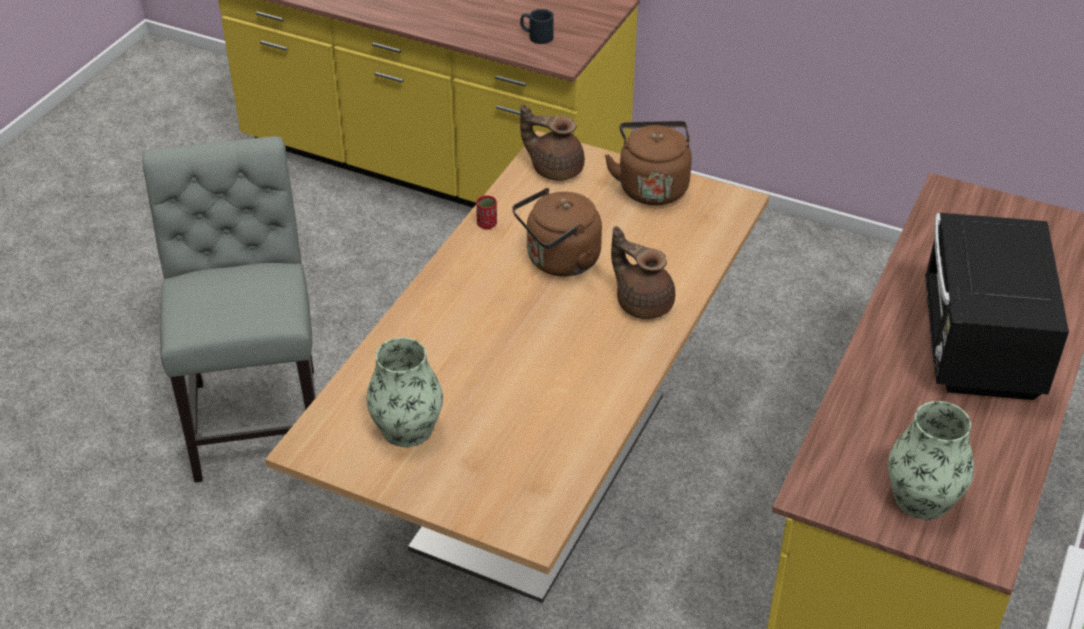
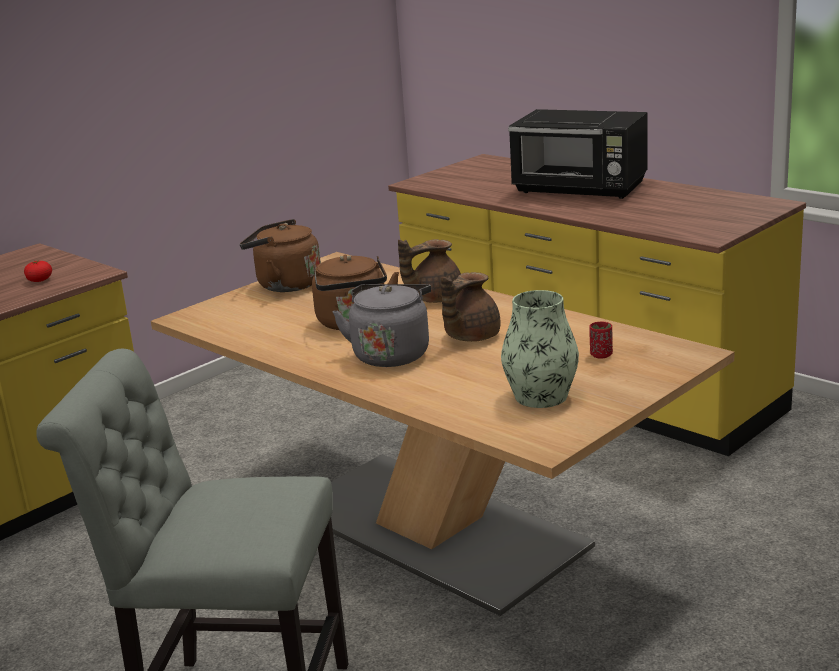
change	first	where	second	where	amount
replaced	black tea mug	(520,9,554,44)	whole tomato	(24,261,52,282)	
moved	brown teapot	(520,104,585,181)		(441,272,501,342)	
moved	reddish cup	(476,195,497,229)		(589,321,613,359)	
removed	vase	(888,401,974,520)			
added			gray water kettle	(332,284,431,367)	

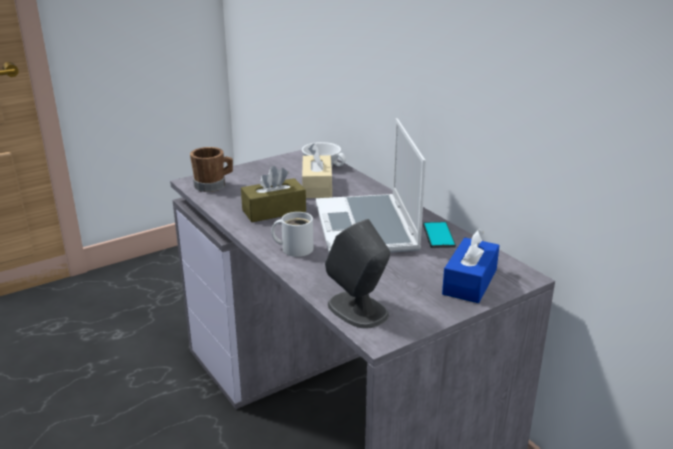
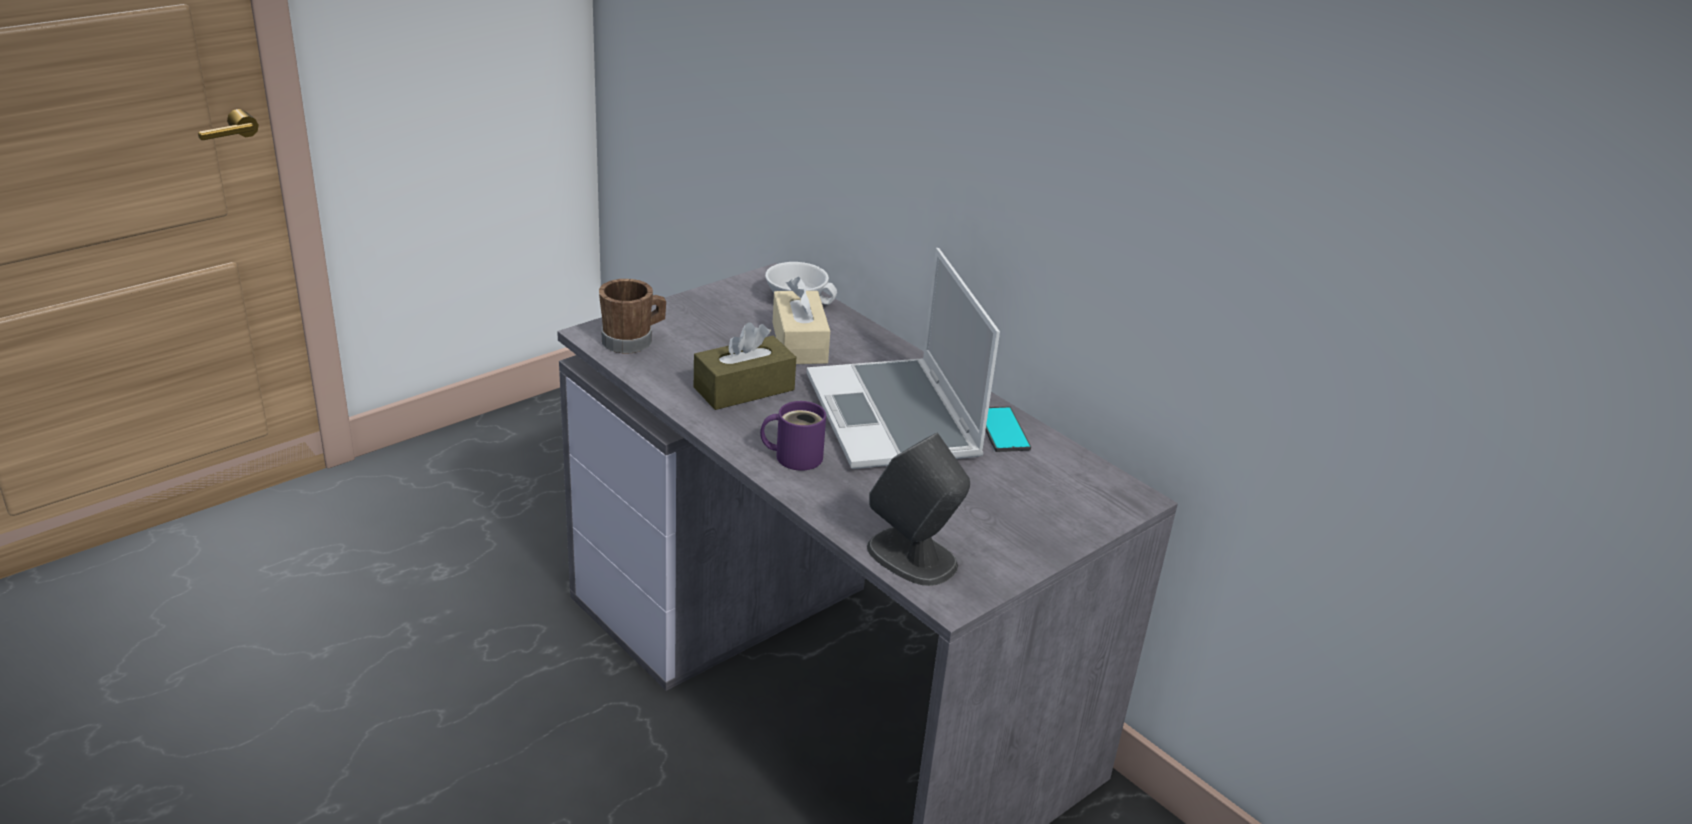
change	first	where	second	where	amount
recoloured	white tea mug	(271,212,313,257)	purplish tea mug	(760,401,826,471)	
removed	bluish tissue box	(442,229,500,303)			

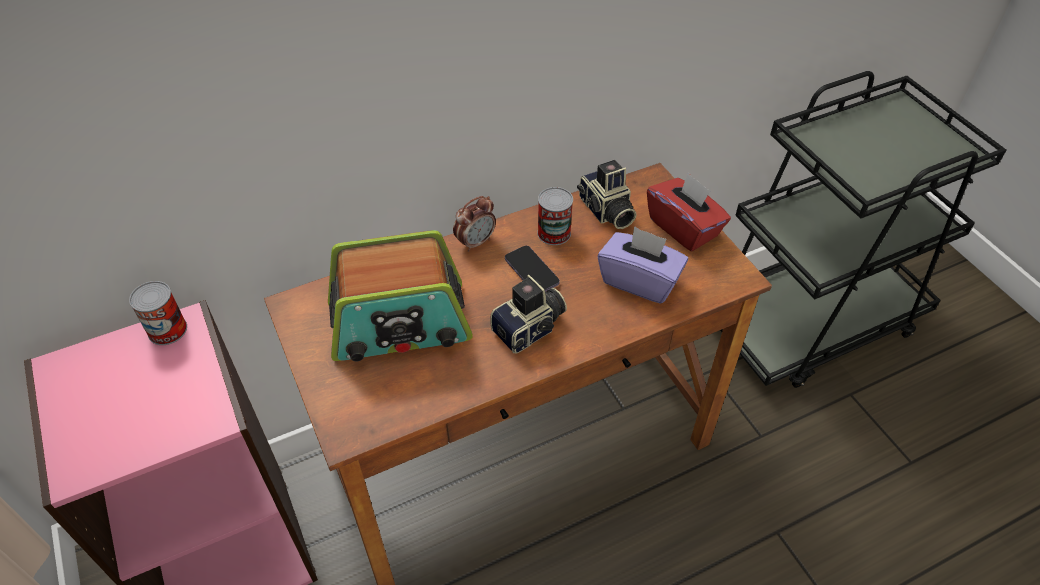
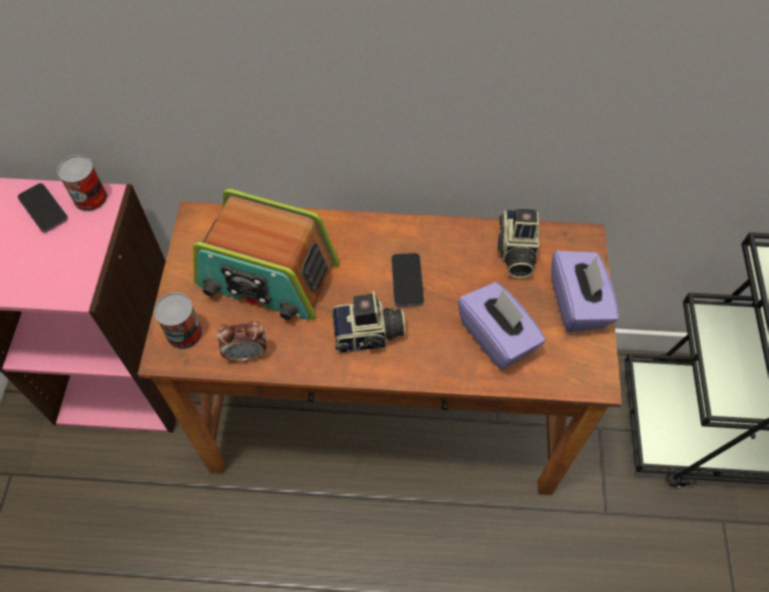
change	first	where	second	where	amount
recoloured	reddish tissue box	(647,172,731,251)	purplish tissue box	(551,251,619,332)	
moved	metal can	(537,187,573,245)		(154,293,203,350)	
moved	table clock	(453,196,496,252)		(216,321,266,362)	
added			phone	(18,183,68,233)	

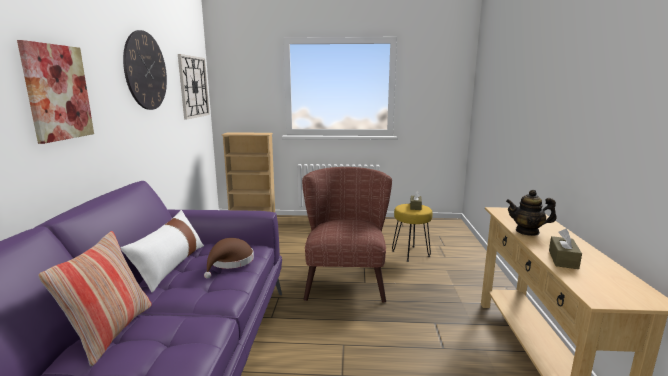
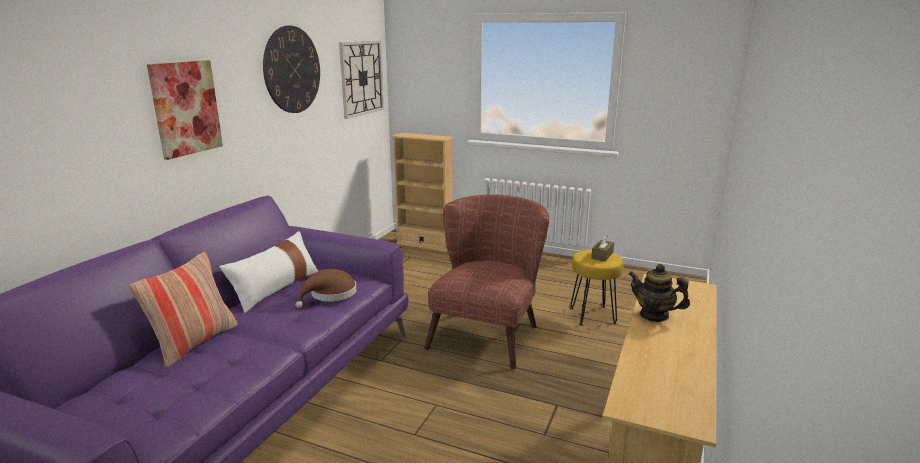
change	first	where	second	where	amount
removed	brown tissue box	(549,229,582,269)			

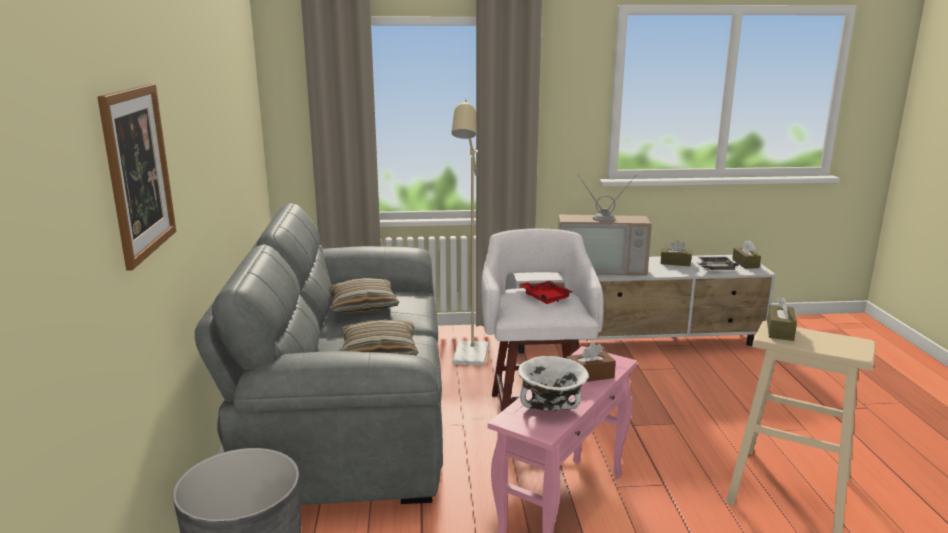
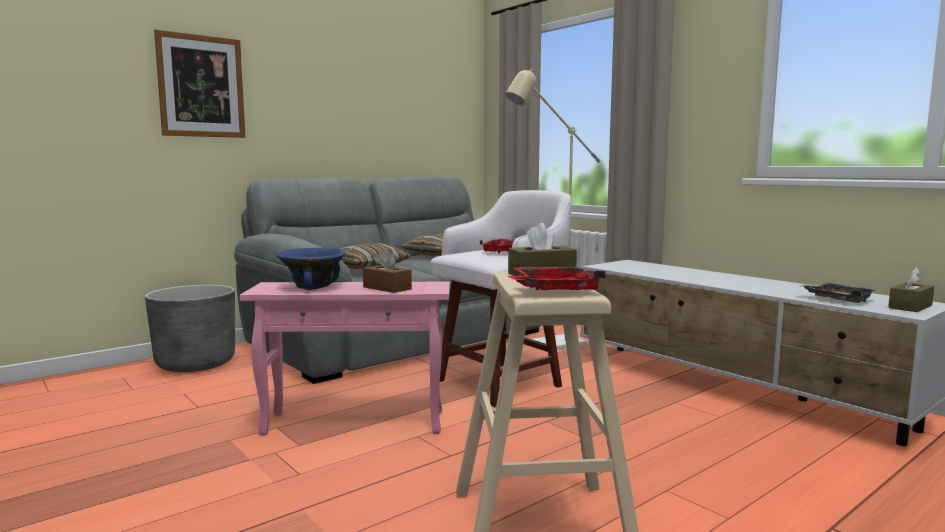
change	first	where	second	where	amount
removed	TV	(558,174,652,276)			
removed	brown tissue box	(661,240,692,266)			
recoloured	white bowl	(518,356,589,411)	bluish bowl	(277,248,346,290)	
added			reddish serving tray	(508,267,605,290)	

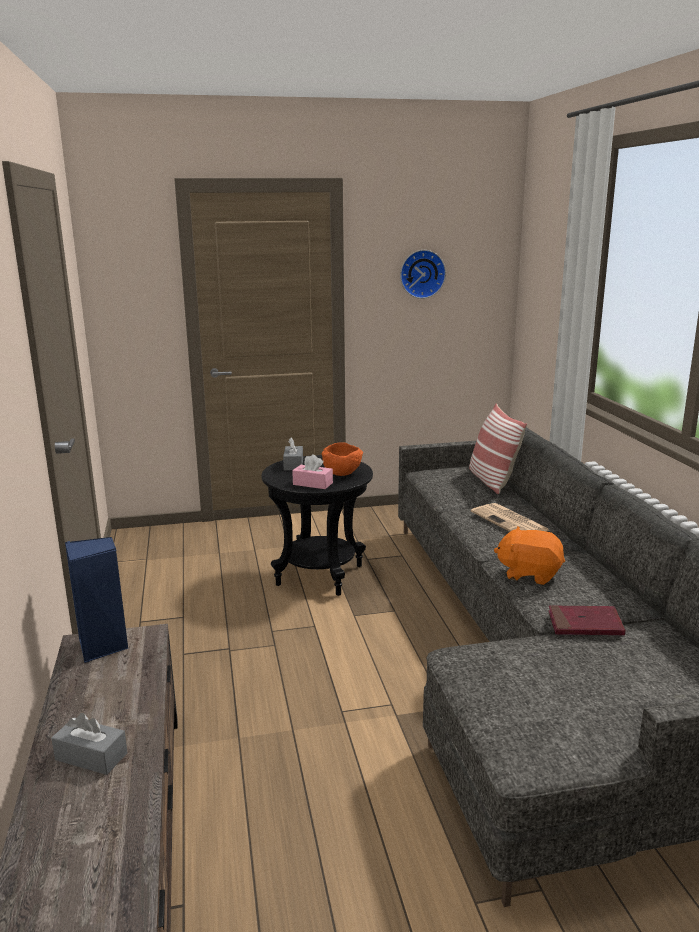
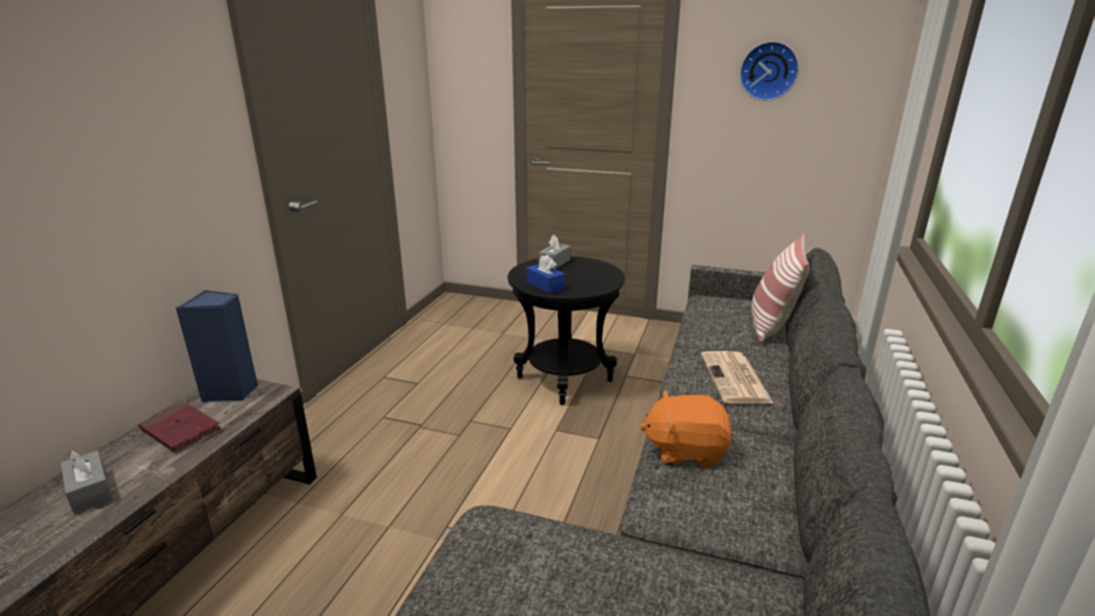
change	first	where	second	where	amount
removed	orange-coloured bowl	(321,443,363,476)			
recoloured	pink tissue box	(292,454,333,489)	bluish tissue box	(527,255,565,293)	
turned	orange-coloured soft toy	(494,526,565,585)		(640,390,732,468)	45 degrees counterclockwise
moved	reddish volume	(548,605,625,636)		(138,402,221,452)	

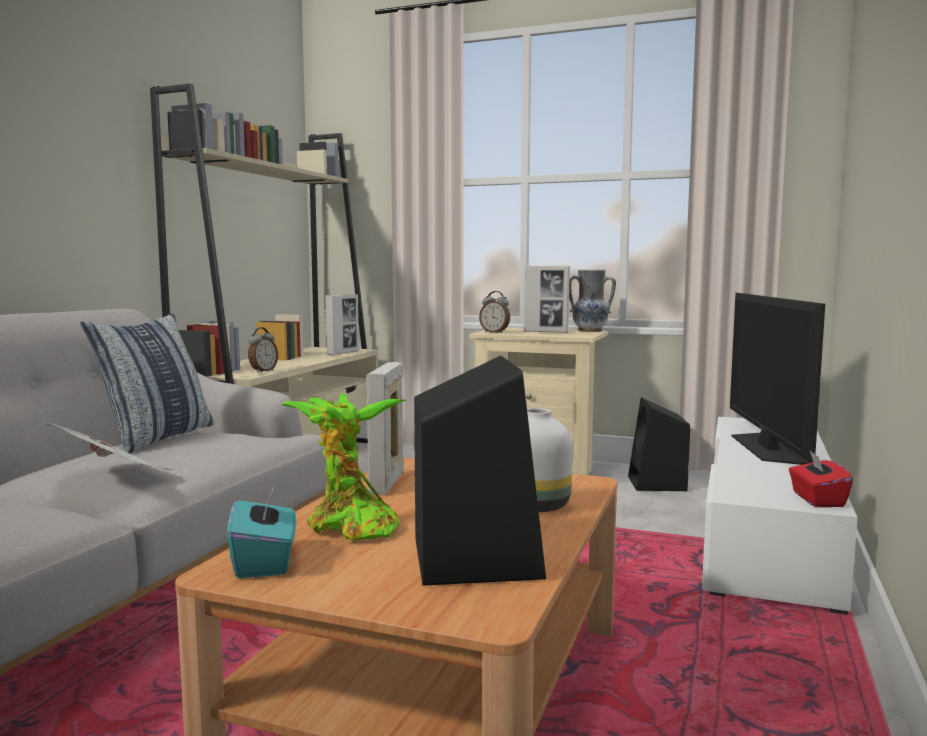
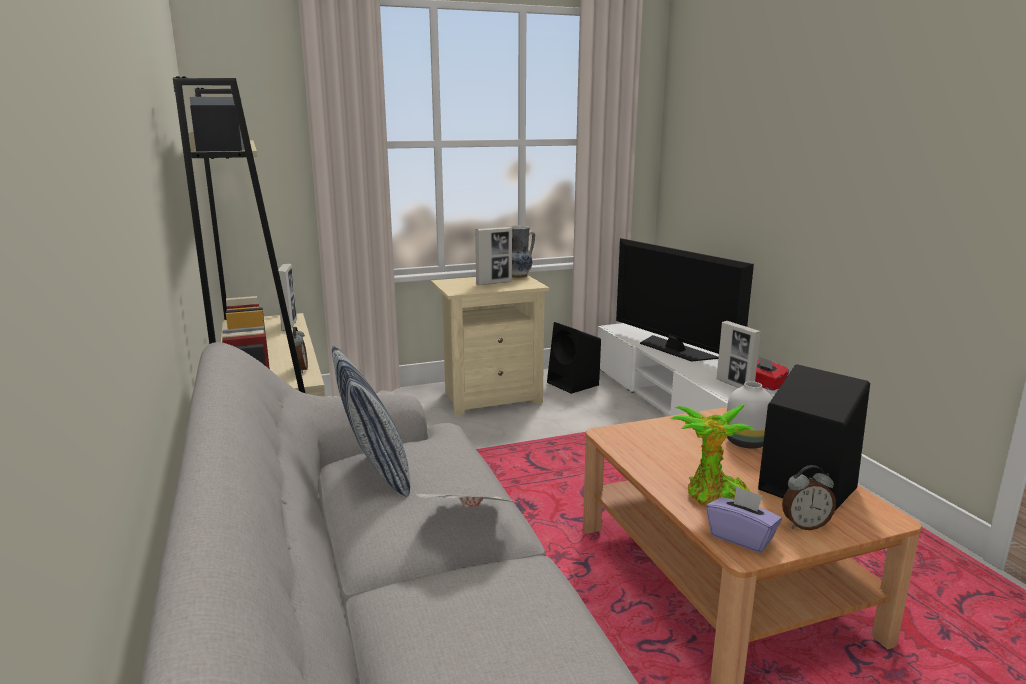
change	first	where	second	where	amount
moved	table clock	(479,291,510,333)		(782,465,836,530)	
moved	photo frame	(366,362,404,495)		(717,321,761,388)	
recoloured	blue-green tissue box	(227,485,296,578)	purplish tissue box	(706,486,782,553)	

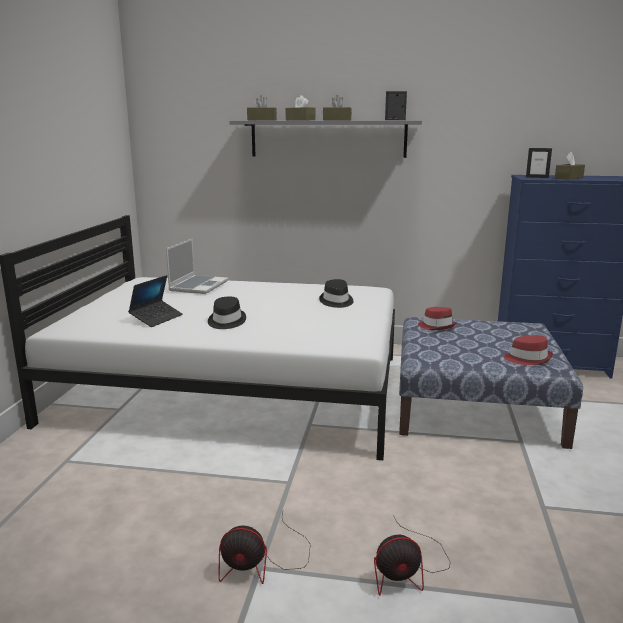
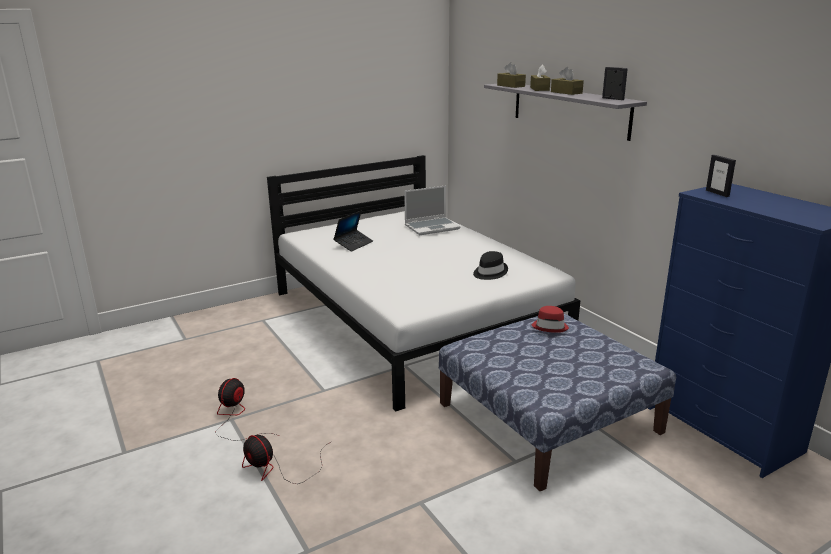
change	first	where	second	where	amount
removed	brown tissue box	(555,152,585,180)			
turned	laptop	(128,275,183,327)		(333,210,373,252)	45 degrees counterclockwise
removed	black hat	(208,297,246,329)			
removed	reddish hat	(503,335,553,365)			
turned	cooling fan	(218,512,311,584)		(215,378,280,441)	60 degrees clockwise

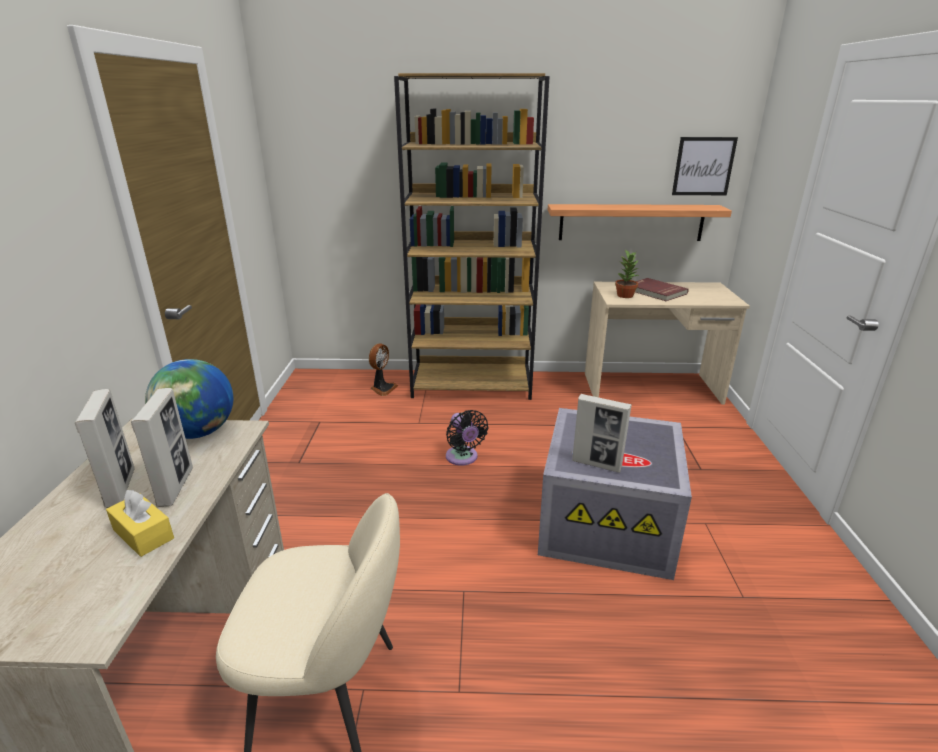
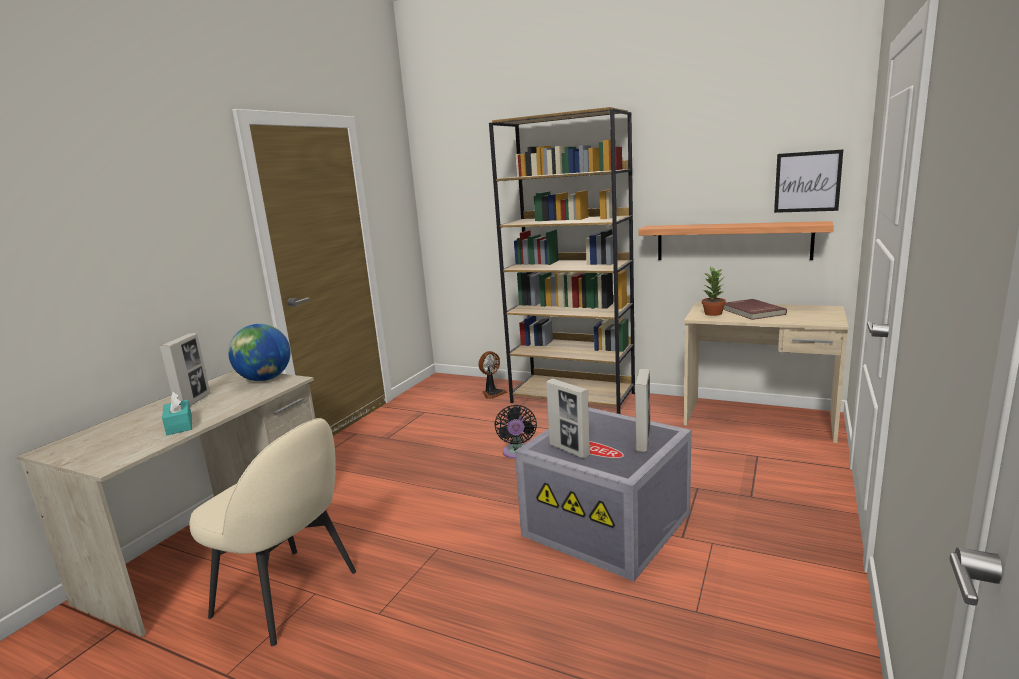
change	first	where	second	where	amount
moved	photo frame	(131,388,193,507)		(635,369,650,452)	
recoloured	yellow tissue box	(106,490,174,557)	blue-green tissue box	(162,391,192,435)	

